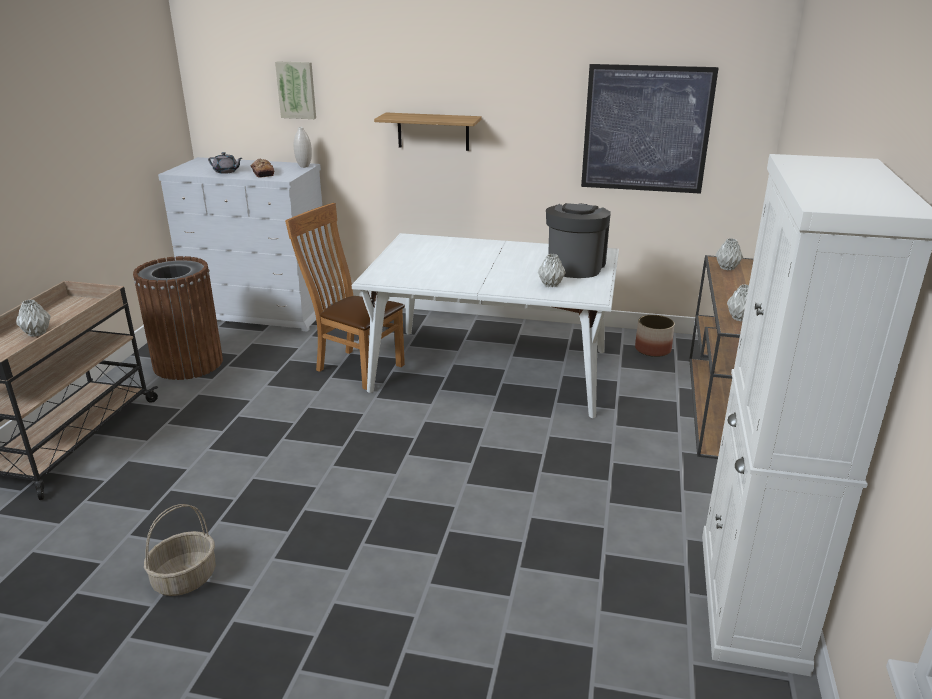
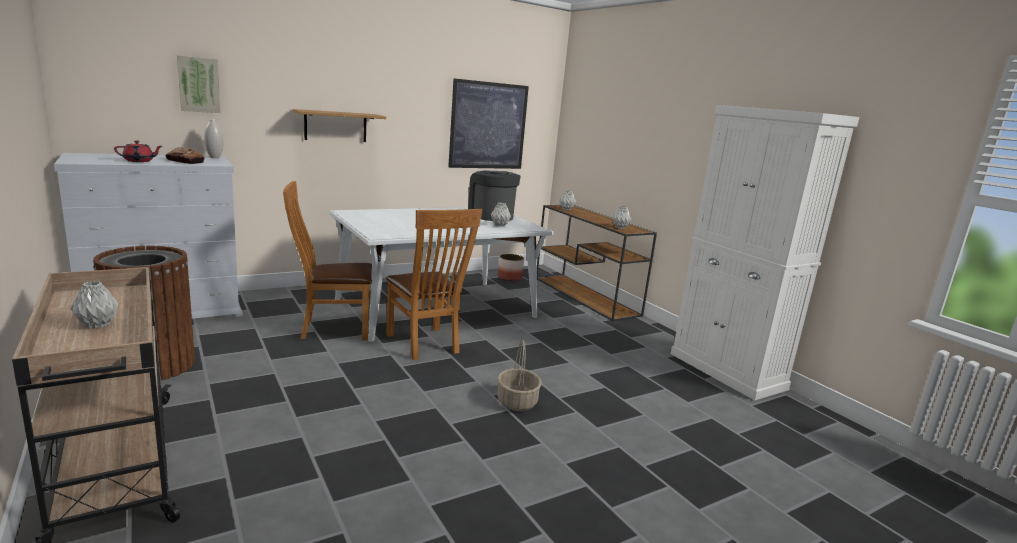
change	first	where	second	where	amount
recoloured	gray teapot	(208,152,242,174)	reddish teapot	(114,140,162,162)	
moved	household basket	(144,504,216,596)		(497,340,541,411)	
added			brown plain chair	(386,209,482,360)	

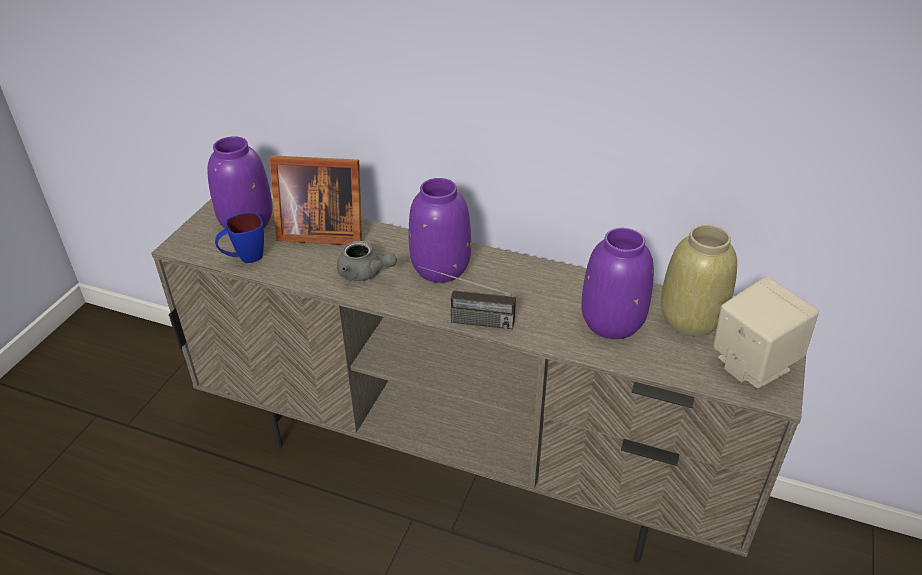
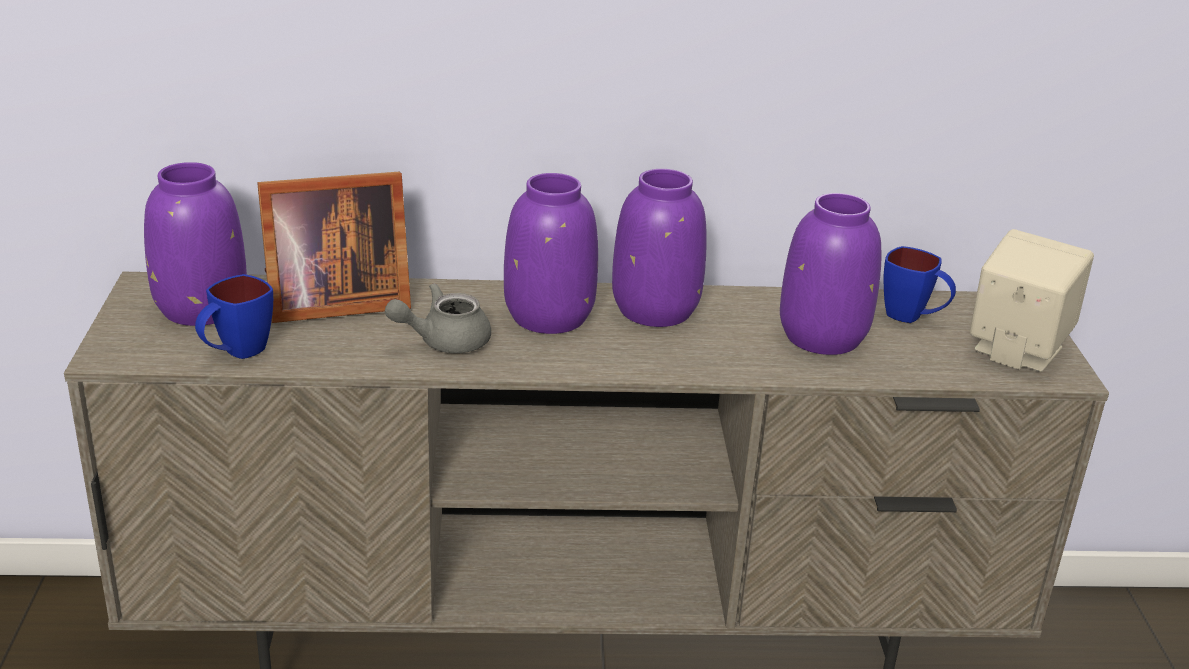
change	first	where	second	where	amount
replaced	sand-coloured vase	(661,225,737,336)	bluish tea mug	(884,246,956,323)	
turned	gray teapot	(337,241,397,281)		(385,283,491,353)	150 degrees clockwise
removed	radio	(418,266,516,329)			
added			purplish vase	(612,169,707,327)	

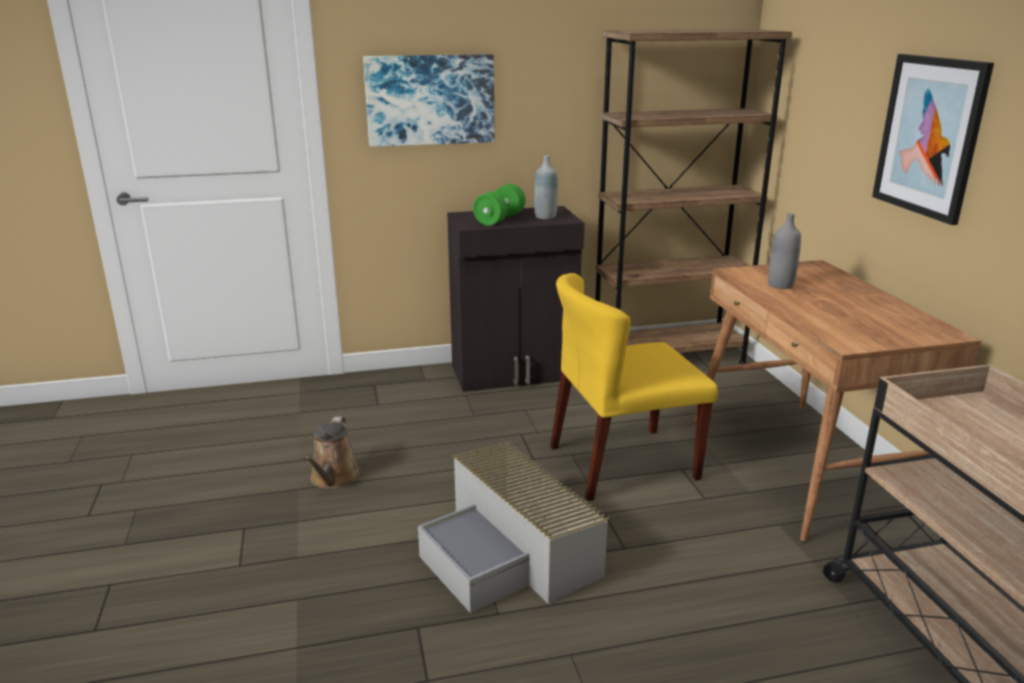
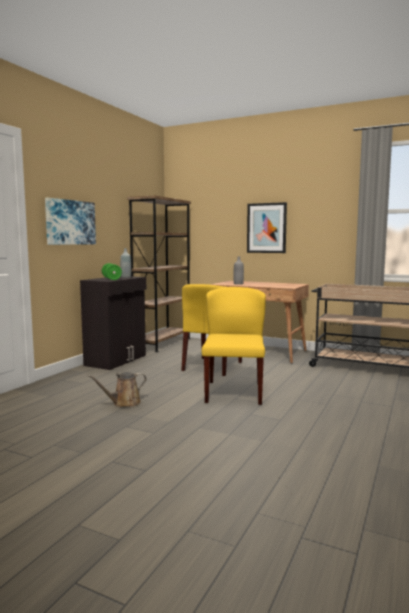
change	first	where	second	where	amount
turned	brown watering can	(304,417,360,489)		(88,372,146,407)	105 degrees clockwise
replaced	gray storage container	(418,442,609,613)	yellow plain chair	(202,287,266,405)	

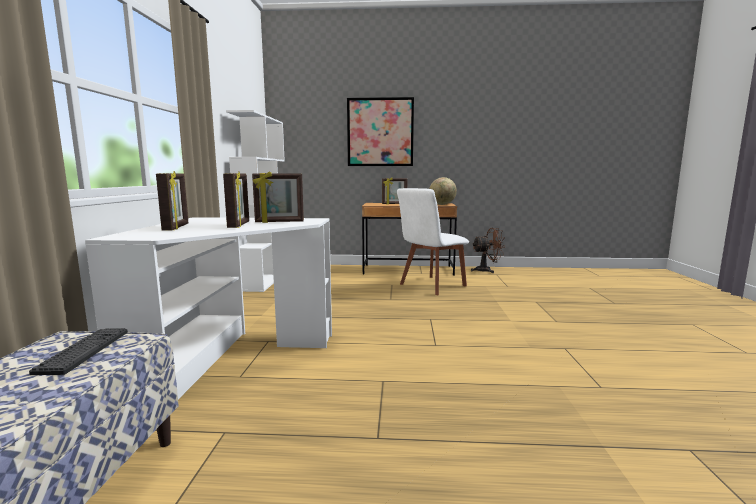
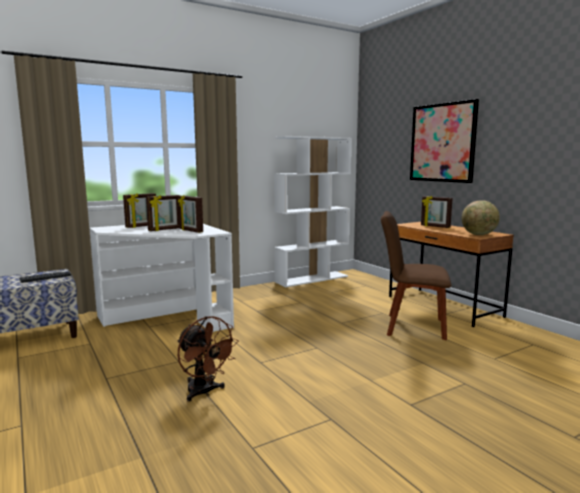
change	first	where	second	where	amount
recoloured	white plain chair	(397,188,469,295)	brown plain chair	(381,211,452,340)	
moved	brown cooling fan	(471,228,506,273)		(177,316,239,402)	

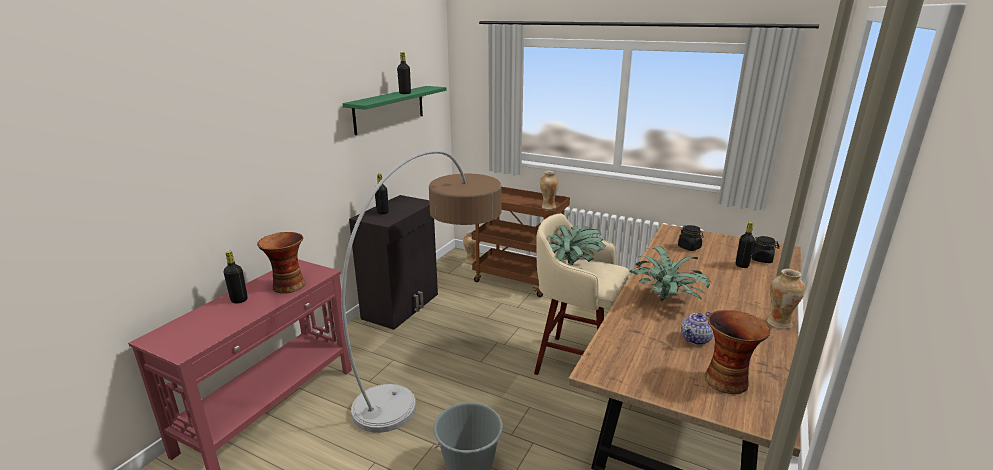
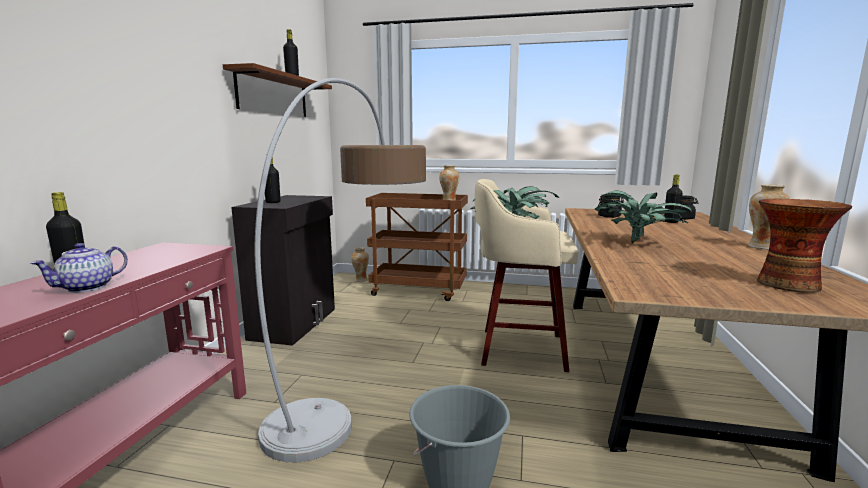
change	first	where	second	where	amount
recoloured	greenish wall shelf	(342,86,446,135)	brown wall shelf	(223,63,332,117)	
removed	vase	(257,232,305,294)			
moved	teapot	(681,312,714,345)		(30,243,128,293)	

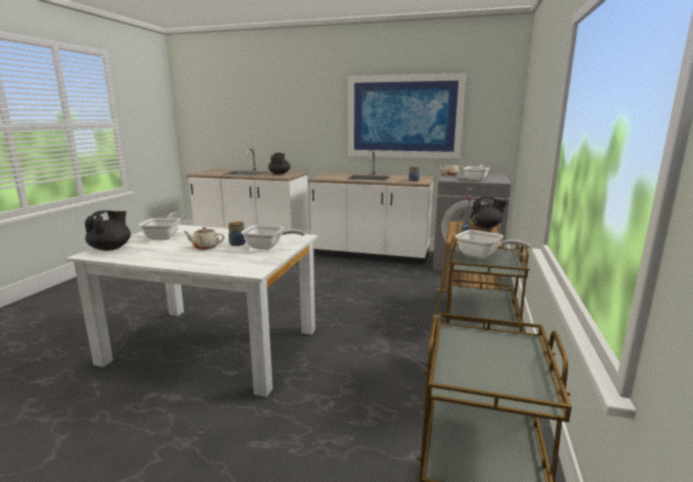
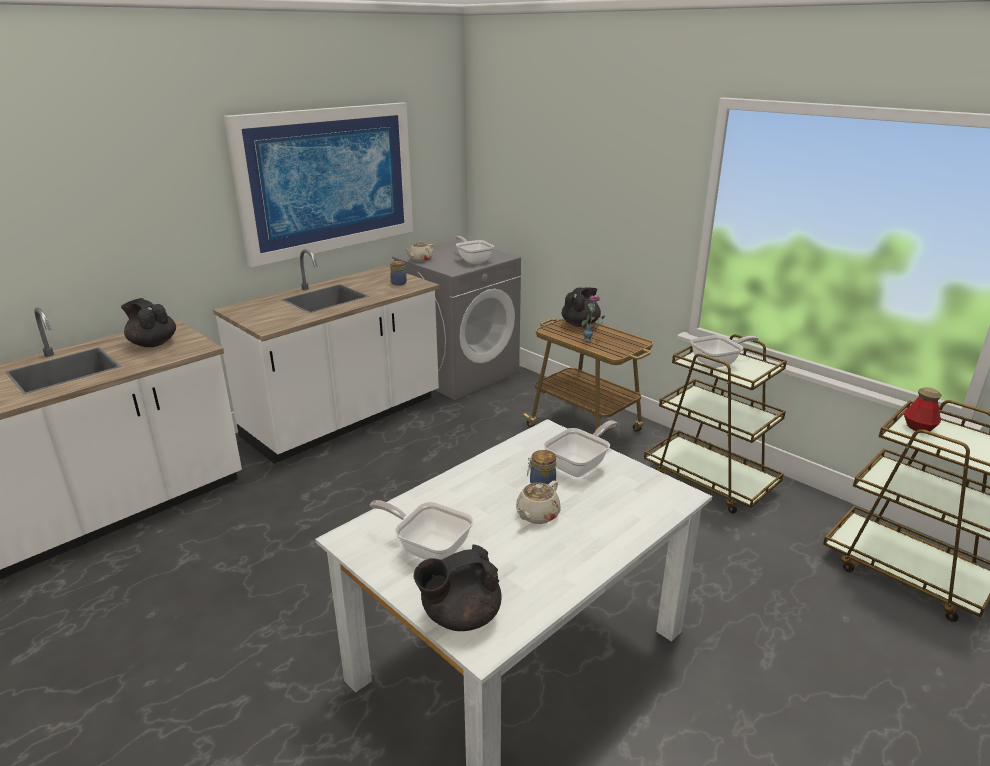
change	first	where	second	where	amount
turned	black teapot	(85,210,131,251)		(414,544,502,631)	75 degrees counterclockwise
added			drink bottle	(904,387,942,431)	

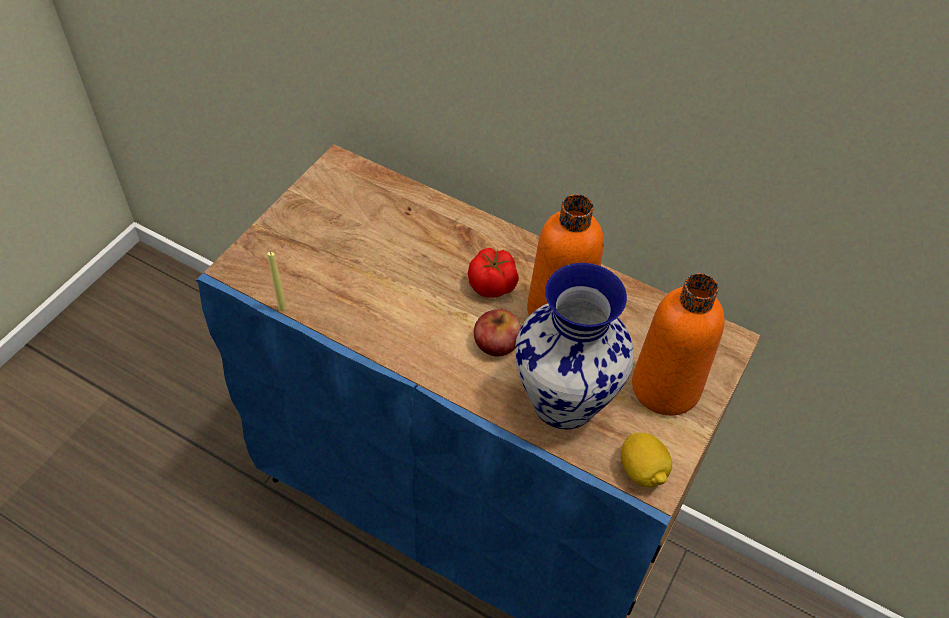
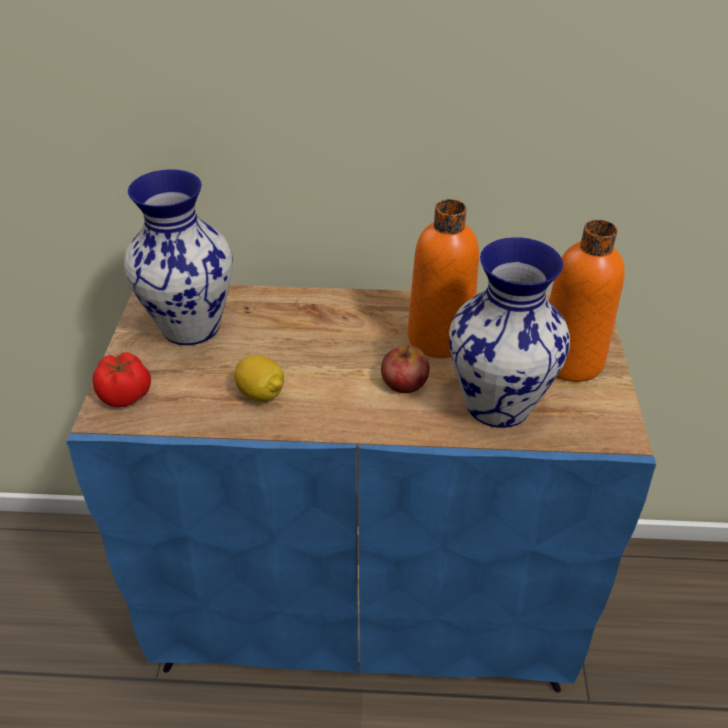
change	first	where	second	where	amount
moved	whole tomato	(468,248,519,298)		(92,352,151,407)	
removed	yellow wax candle	(267,252,286,311)			
moved	citrus fruit	(621,432,672,488)		(234,355,284,401)	
added			vase	(124,169,233,345)	

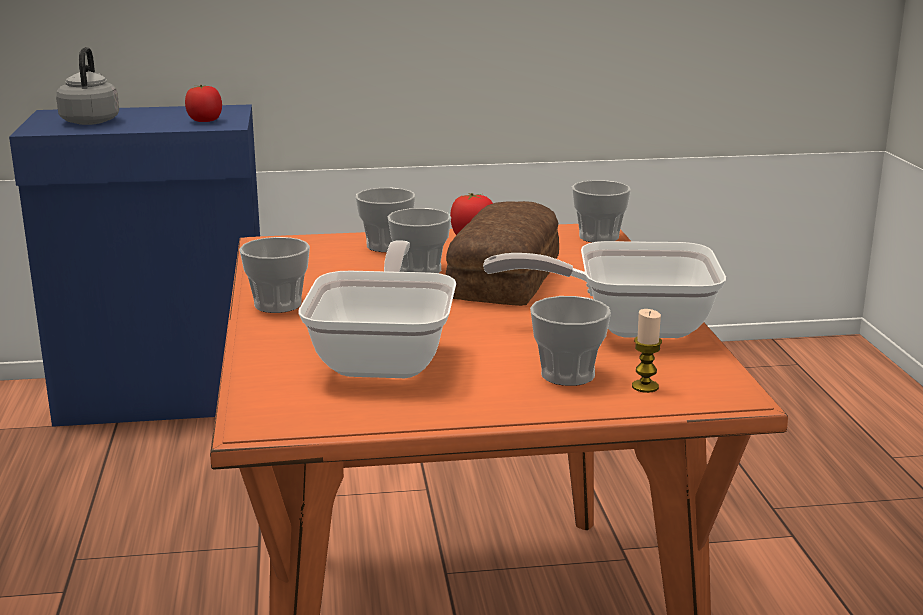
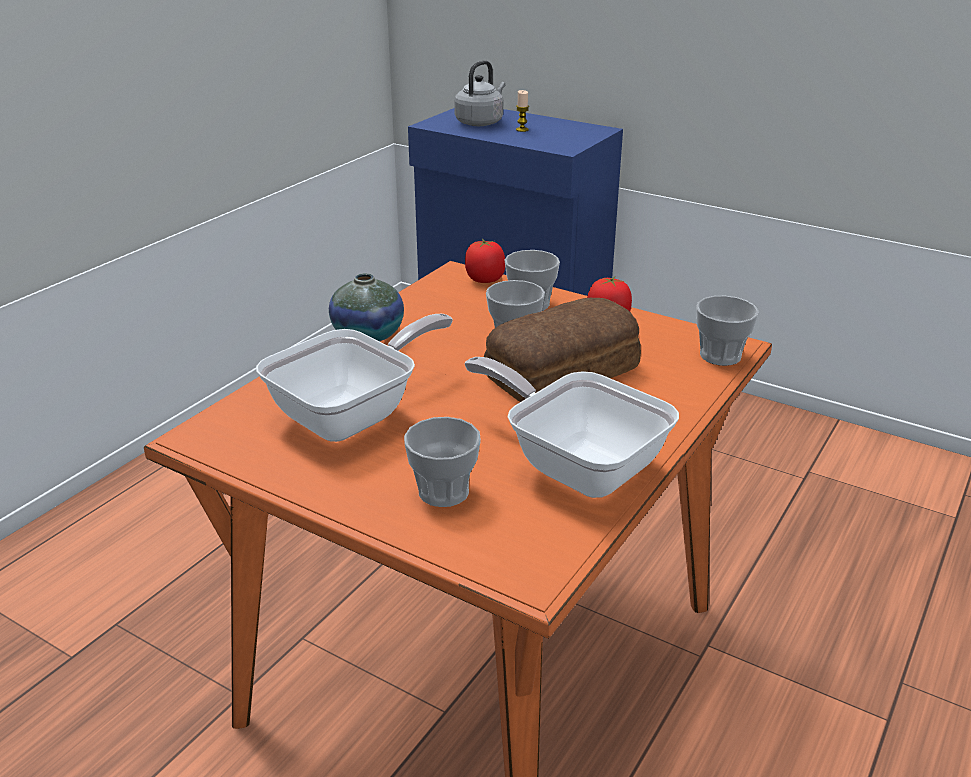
change	first	where	second	where	amount
moved	whole tomato	(185,85,222,122)		(465,239,505,283)	
replaced	cup	(239,237,310,313)	vase	(329,273,404,341)	
moved	wax candle	(632,309,662,393)		(516,90,529,132)	

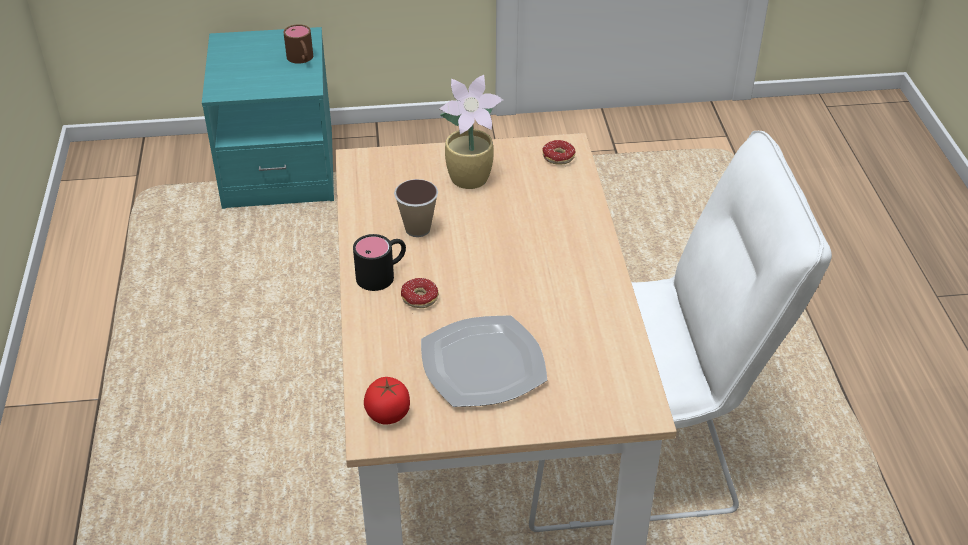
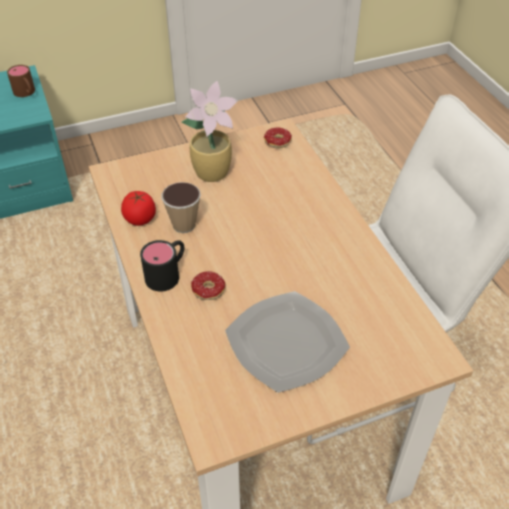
change	first	where	second	where	amount
moved	whole tomato	(364,377,410,425)		(121,191,156,226)	

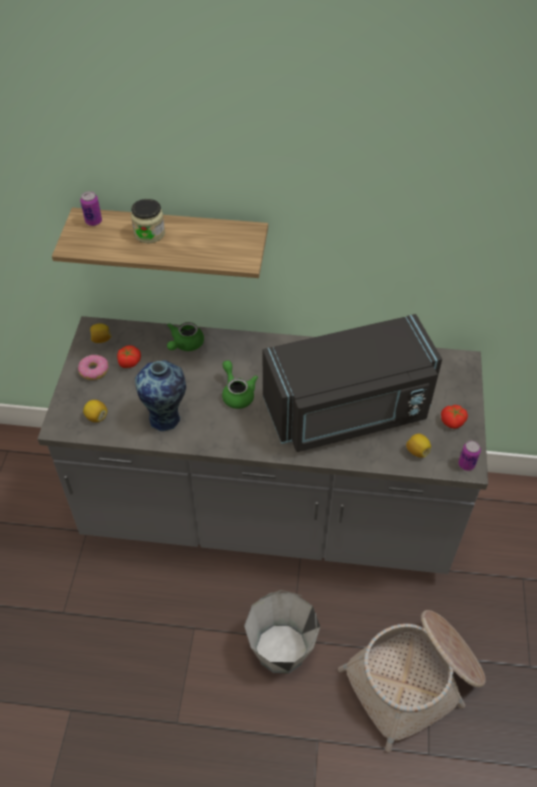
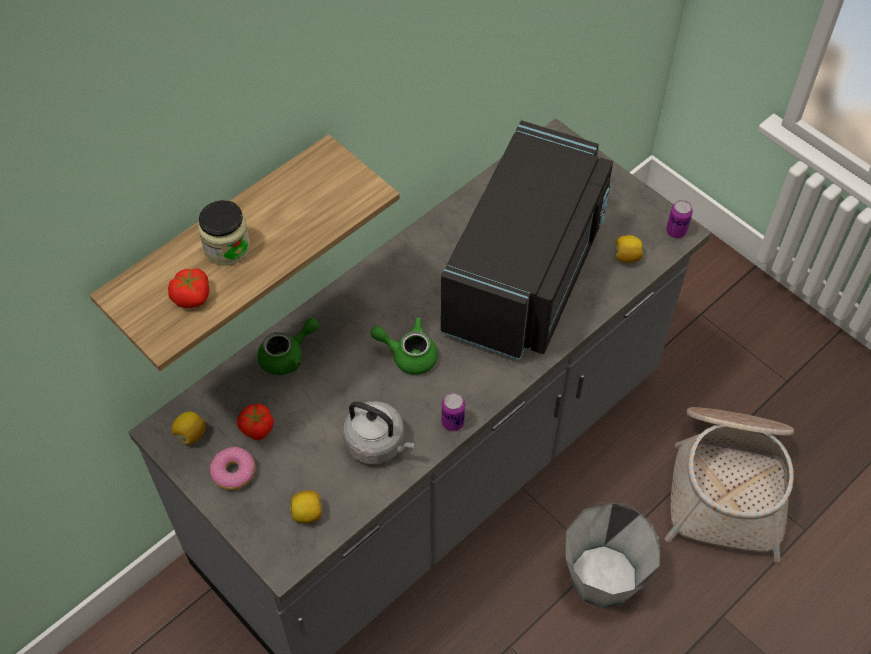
change	first	where	second	where	amount
moved	metal can	(80,191,102,226)		(442,392,465,431)	
turned	greenish teapot	(167,322,204,351)		(257,318,319,375)	105 degrees counterclockwise
replaced	vase	(135,360,186,432)	gray water kettle	(343,401,415,464)	
moved	whole tomato	(441,405,468,429)		(168,268,210,308)	

